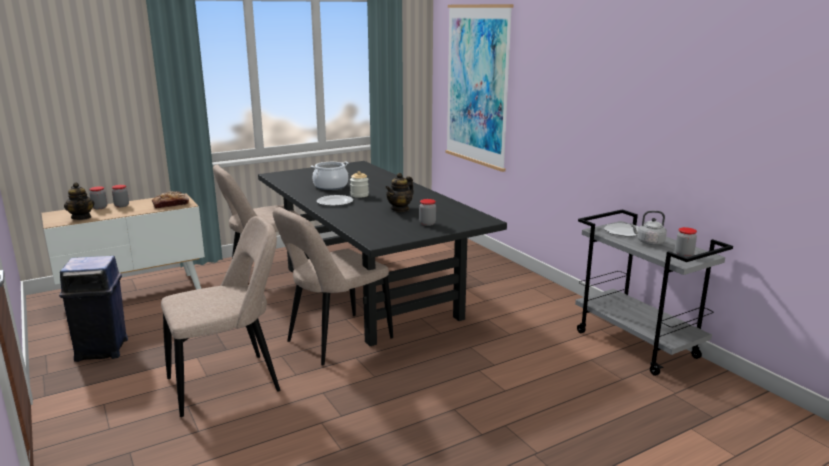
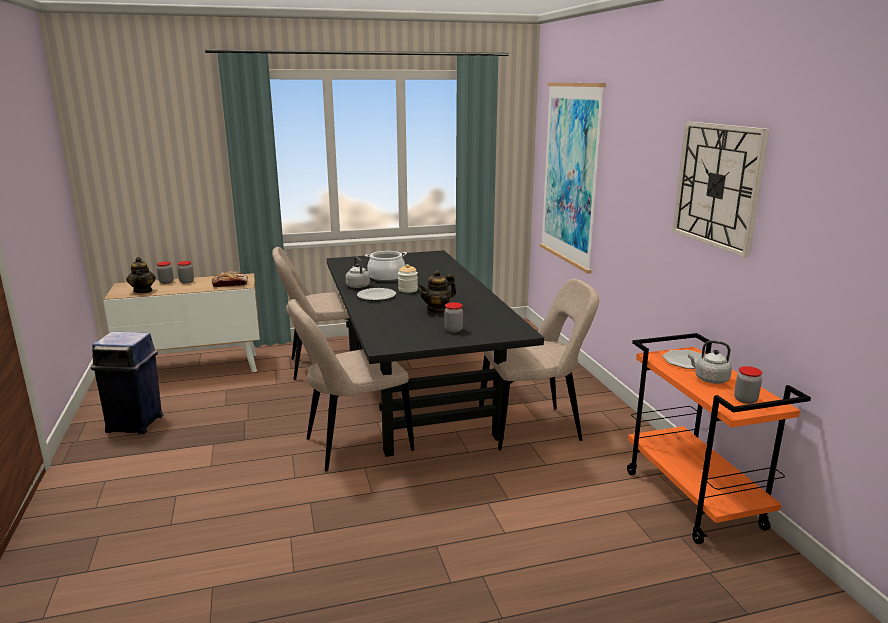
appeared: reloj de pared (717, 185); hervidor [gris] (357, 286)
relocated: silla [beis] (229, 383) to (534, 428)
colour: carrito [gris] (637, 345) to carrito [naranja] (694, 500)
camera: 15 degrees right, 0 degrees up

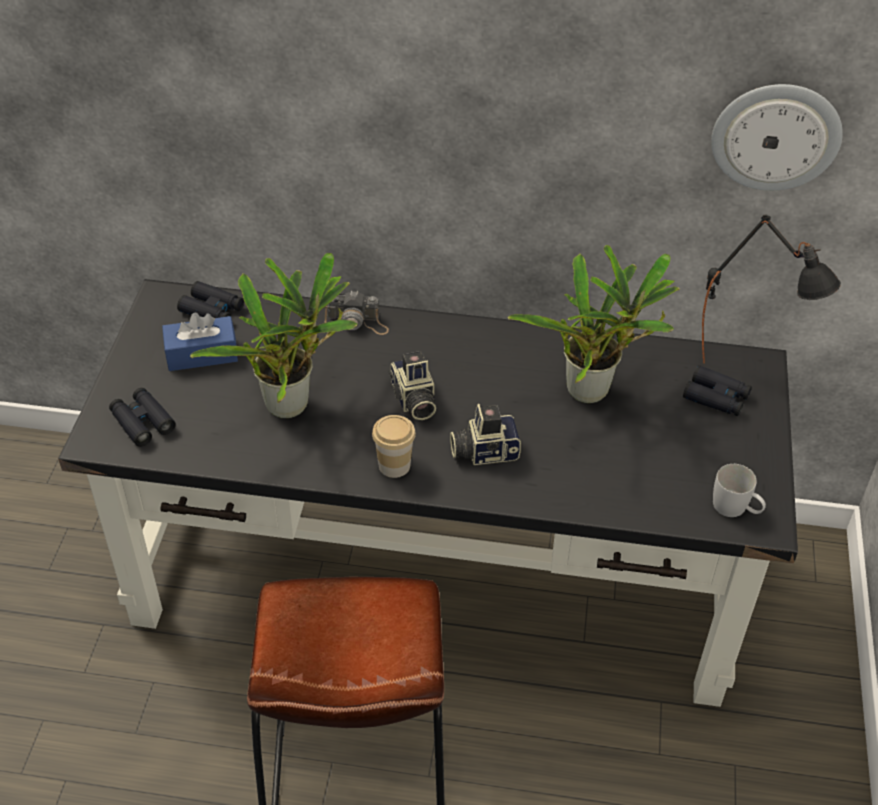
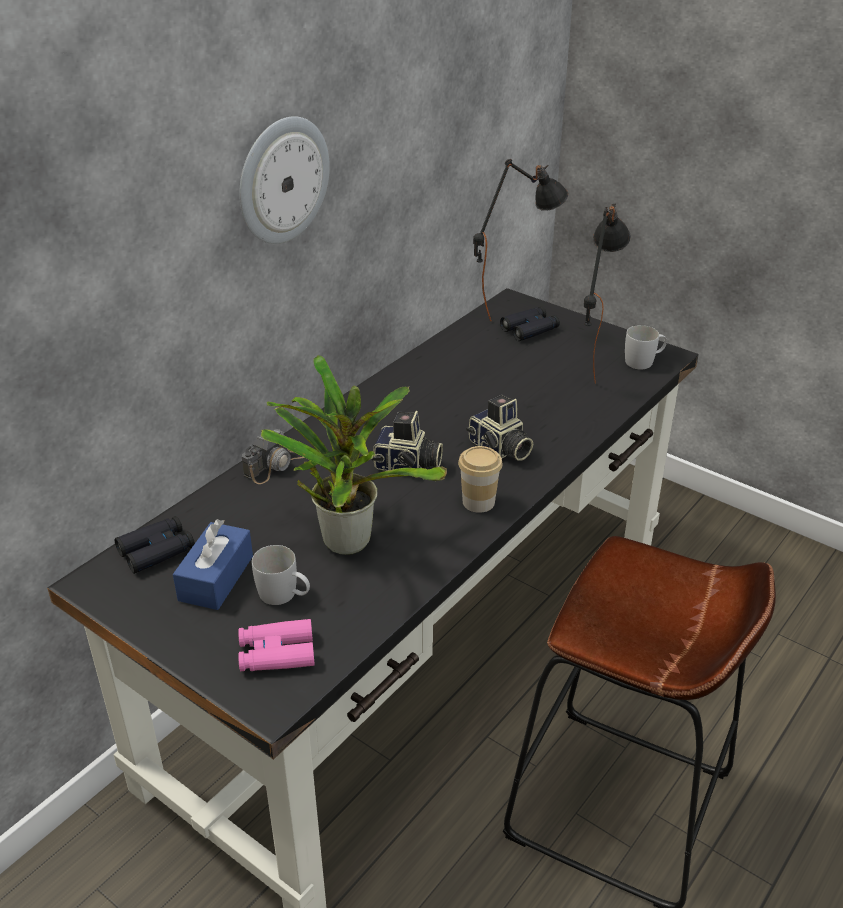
missing: planta en maceta (593, 390)
appeared: lámpara de mesa [negro] (590, 362); taza grande [blanco] (284, 595)
relocated: reloj de pared (775, 136) to (282, 180)
colour: prismáticos [negro] (142, 422) to prismáticos [rosa] (276, 653)
spun: cámara (484, 450) = (499, 449) 60 degrees counterclockwise
camera: 60 degrees left, 10 degrees down

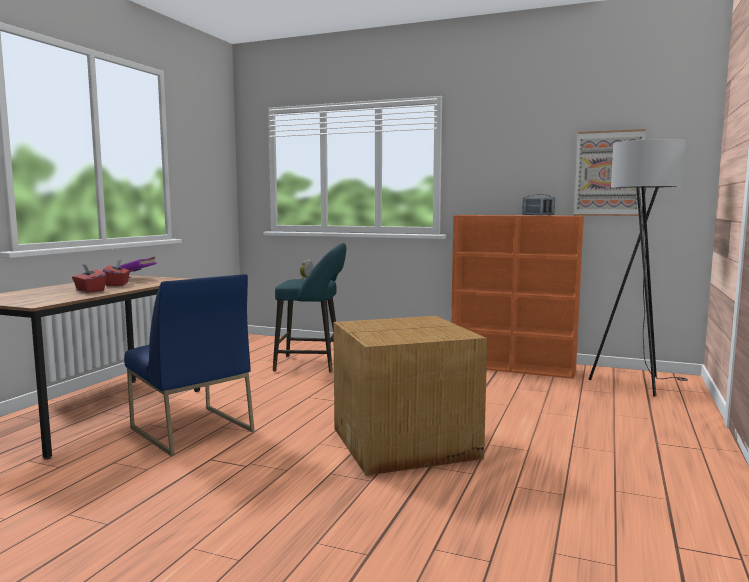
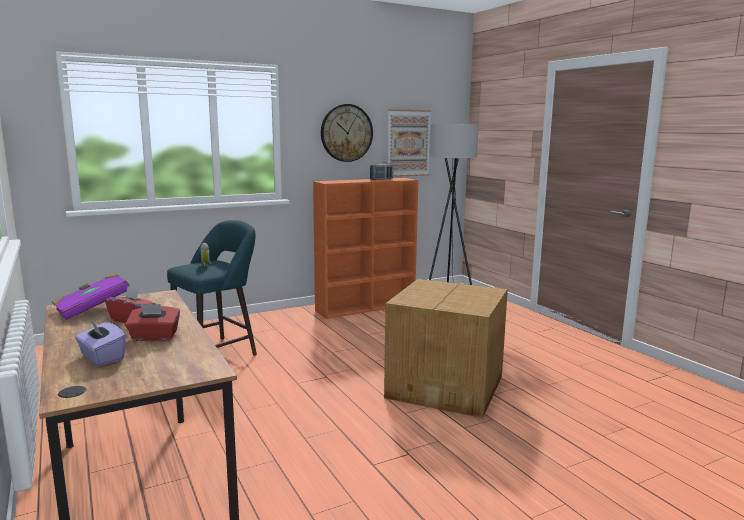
missing: silla [azul] (190, 429)
appeared: reloj de pared (346, 133); caja de pañuelos [morado] (101, 358)
camera: 50 degrees left, 5 degrees up

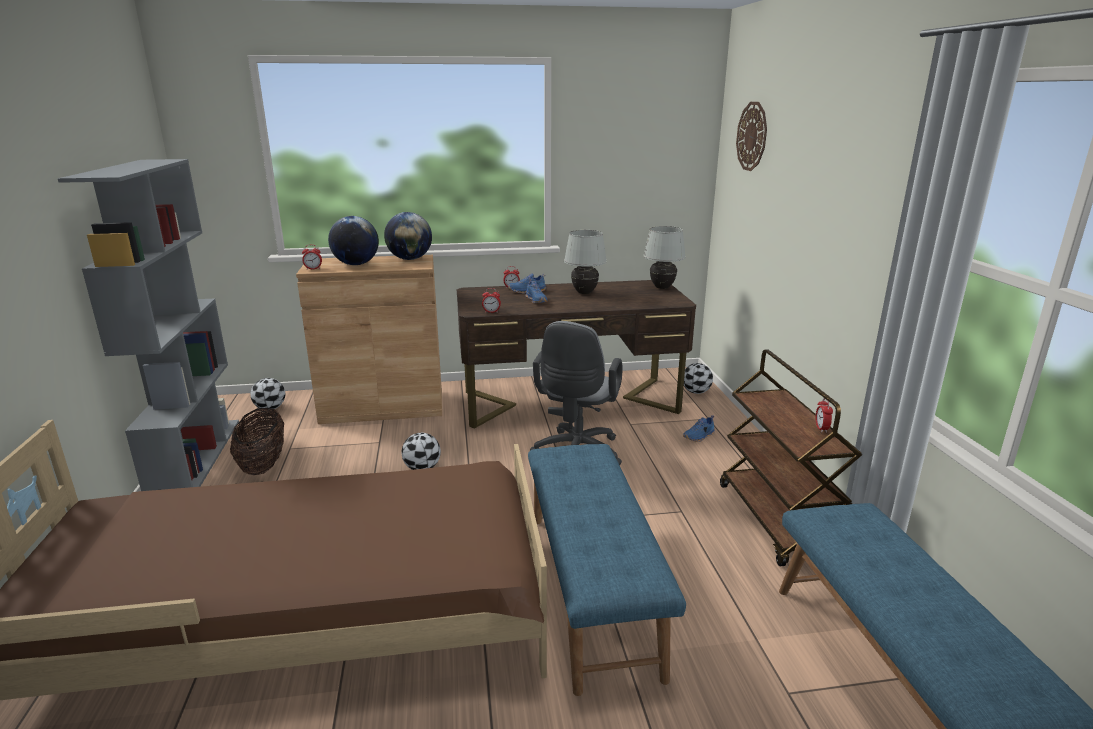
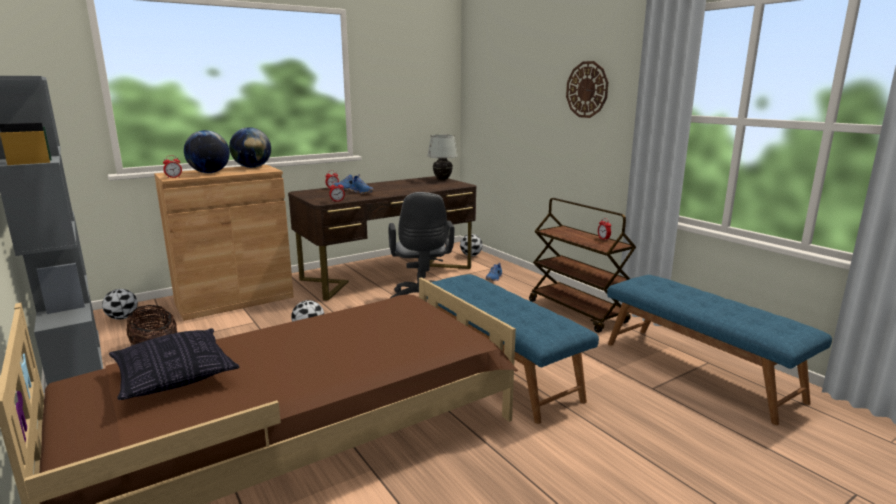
missing: lámpara de mesa [blanco] (584, 293)
appeared: cojín (175, 377)
relocated: reloj de pared (752, 136) to (587, 89)
camera: 25 degrees left, 5 degrees down

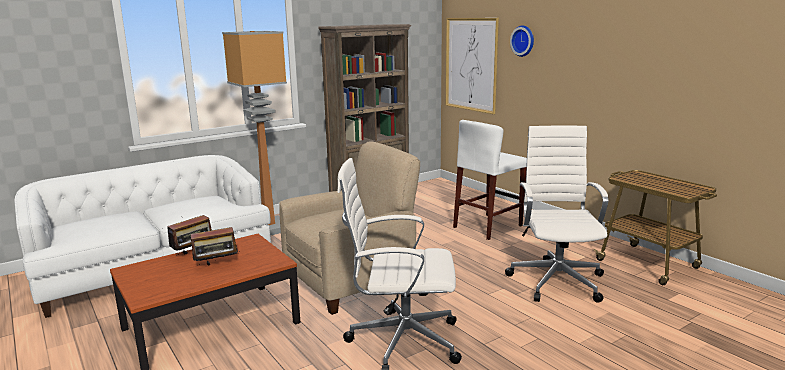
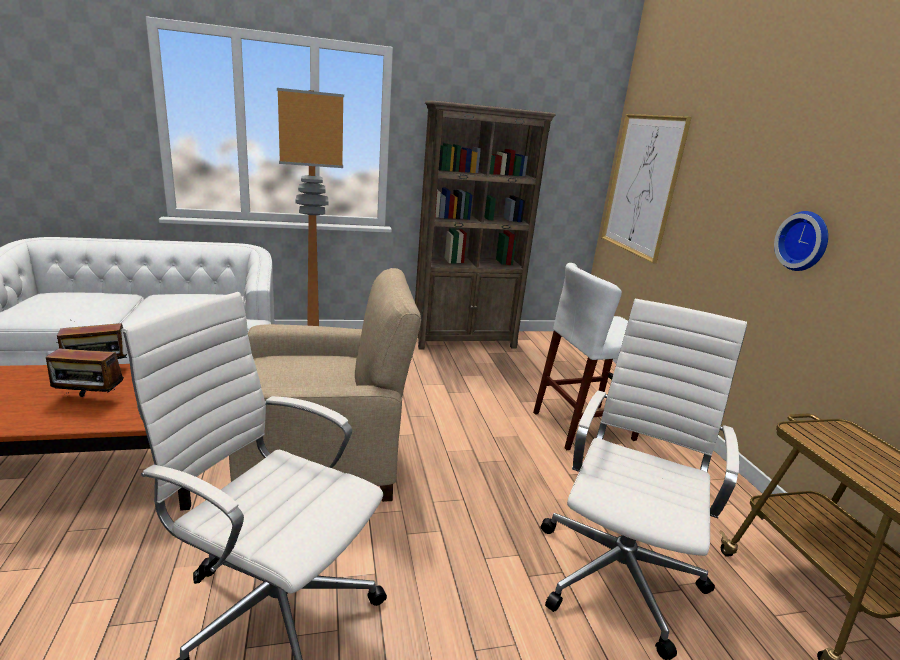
relocated: reloj de pared (523, 41) to (805, 241)
camera: 20 degrees right, 5 degrees up

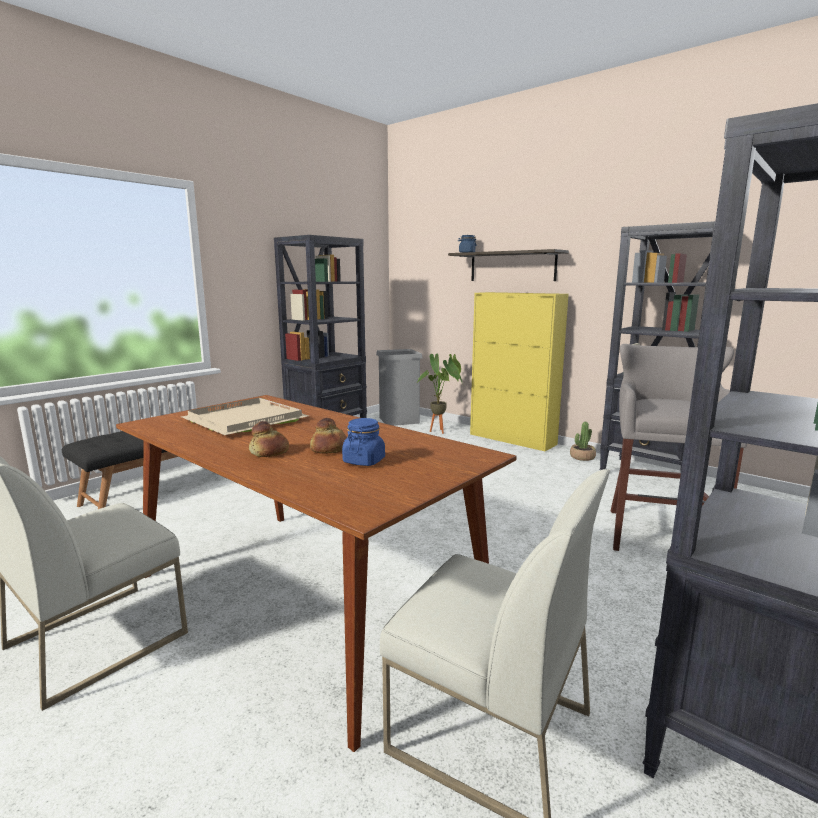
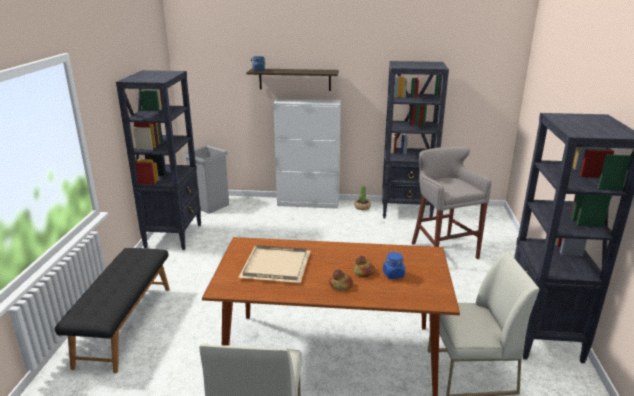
missing: planta en maceta (442, 432)
colour: armario [amarillo] (512, 439) to armario [blanco] (308, 203)
camera: 35 degrees left, 10 degrees up

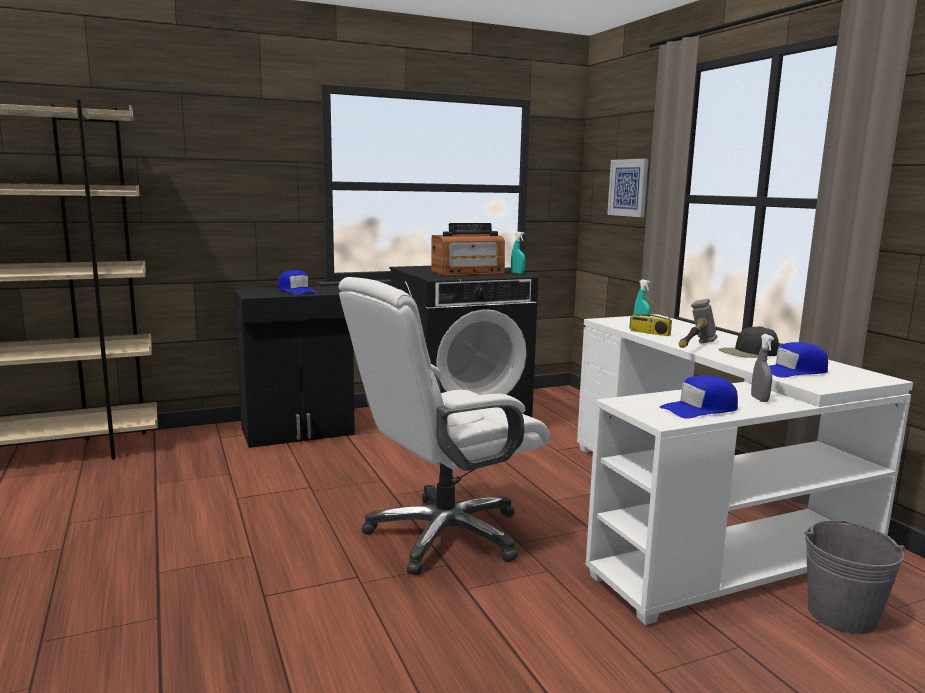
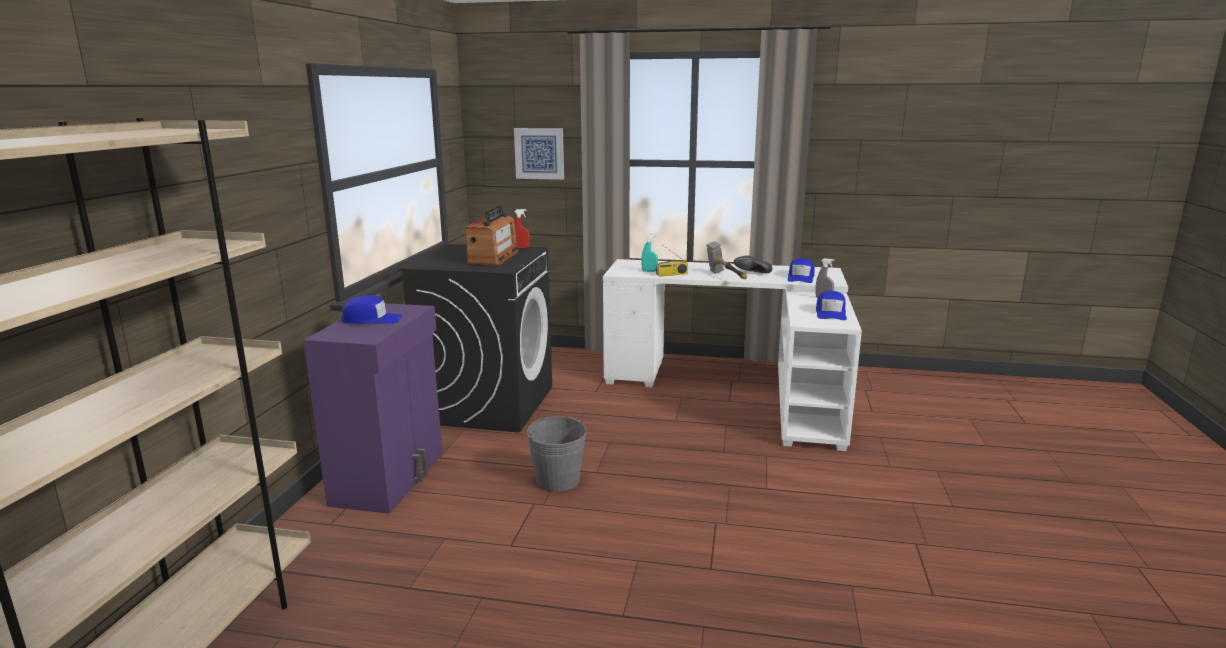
missing: silla de oficina [blanco] (444, 535)
relocated: cubo [gris] (842, 615) to (558, 480)
exchanged: gorra [negro] (748, 353) to zapato [negro] (751, 272)
colour: pulverizador [turquesa] (517, 273) to pulverizador [rojo] (521, 248); armario [negro] (299, 432) to armario [morado] (391, 478)
camera: 55 degrees left, 5 degrees up

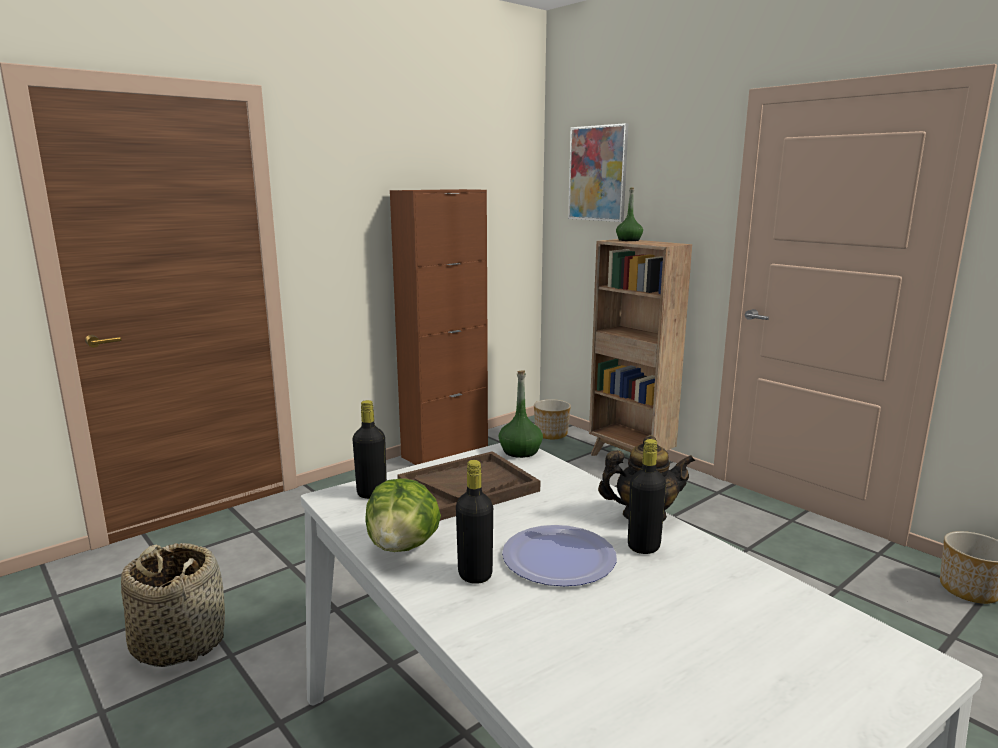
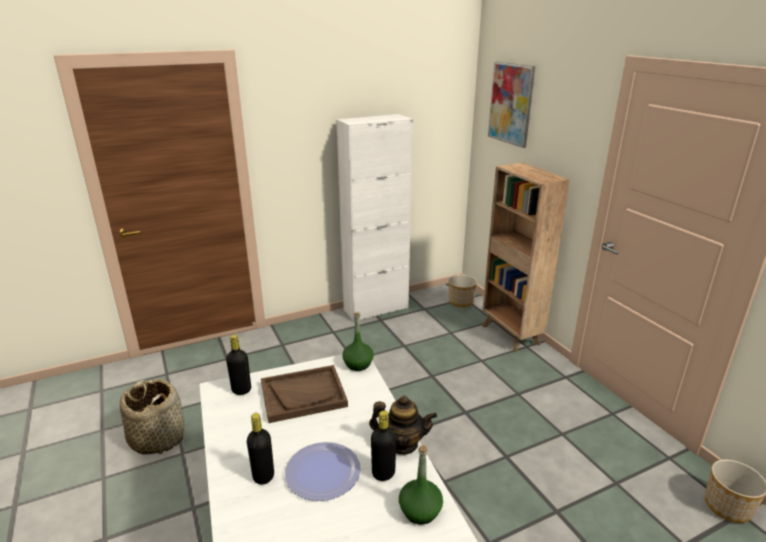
missing: lechuga (403, 546)
relocated: botella [verde] (629, 240) to (420, 511)
colour: armario [marrón] (445, 452) to armario [blanco] (376, 308)
camera: 15 degrees right, 10 degrees up

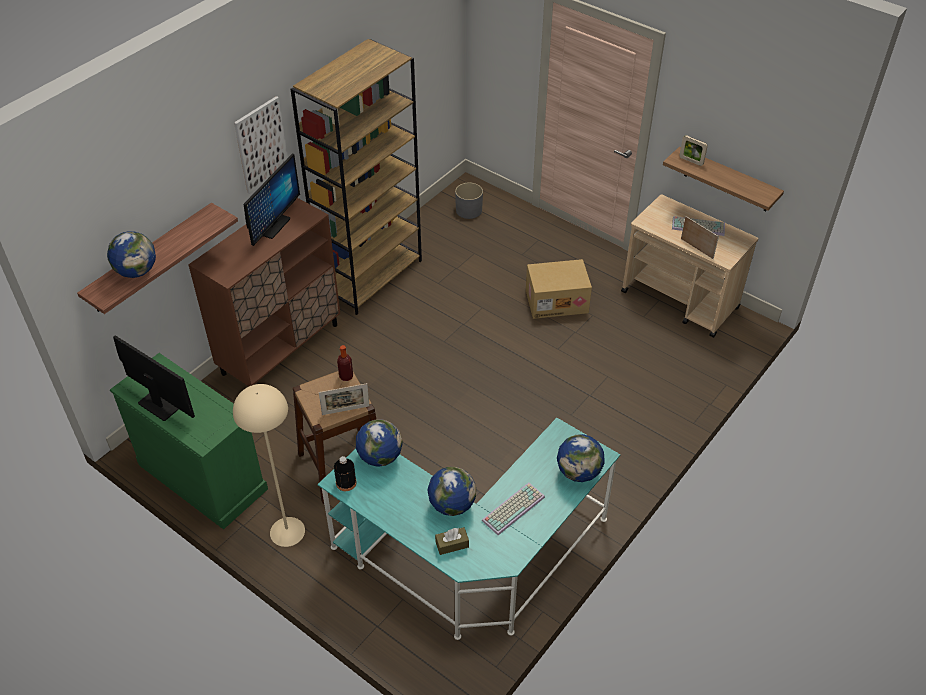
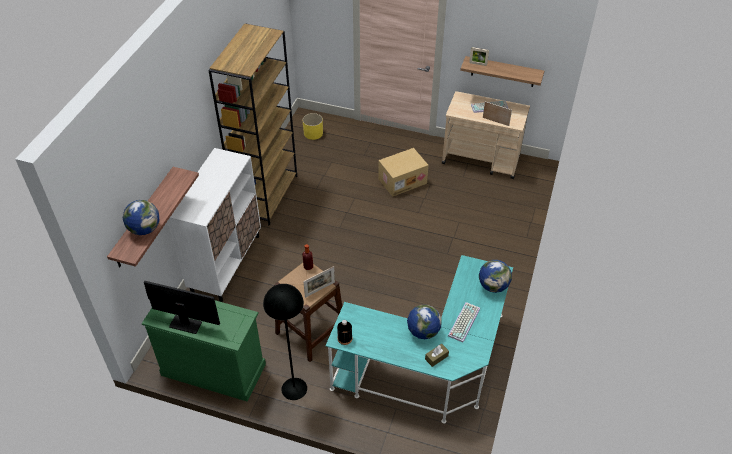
missing: cuadro (261, 145); monitor (273, 226); globo terráqueo (380, 457)
colour: maceta [gris] (469, 210) to maceta [amarillo] (313, 133); armario [marrón] (281, 348) to armario [blanco] (226, 263); lámpara de pie [beis] (287, 531) to lámpara de pie [negro] (294, 388)
camera: 20 degrees left, 0 degrees up

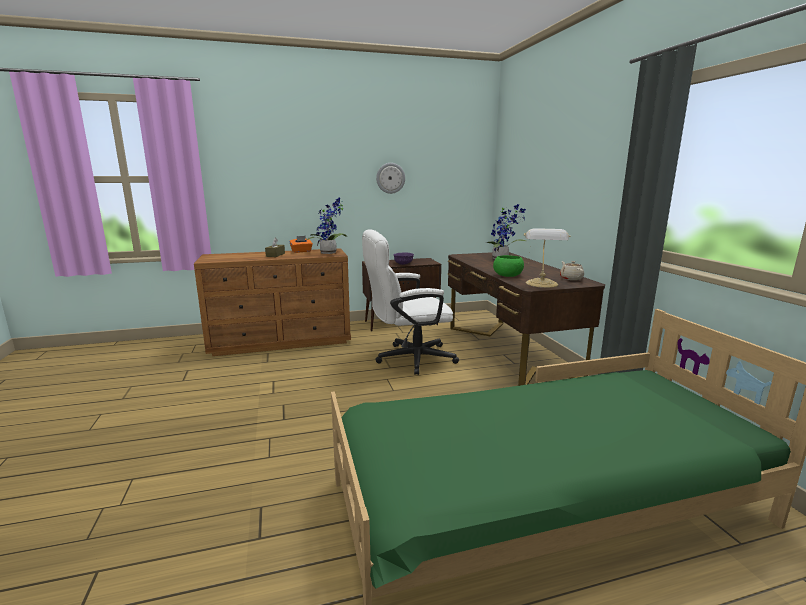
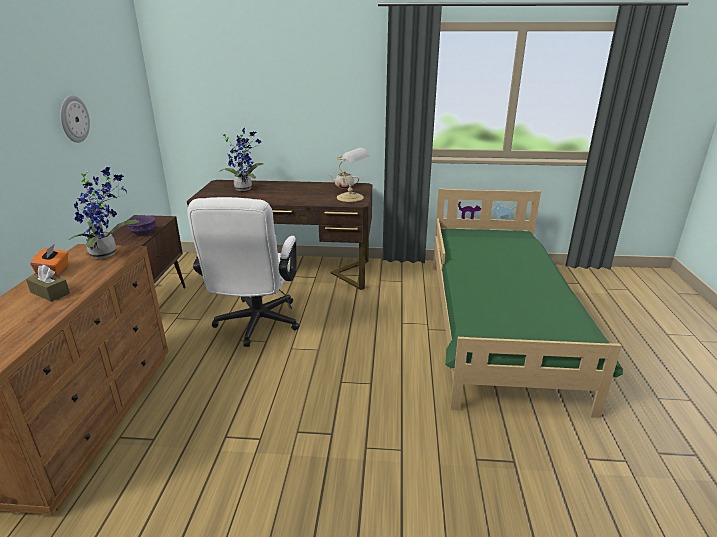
missing: cuenco [verde] (508, 275)
camera: 70 degrees left, 10 degrees up

